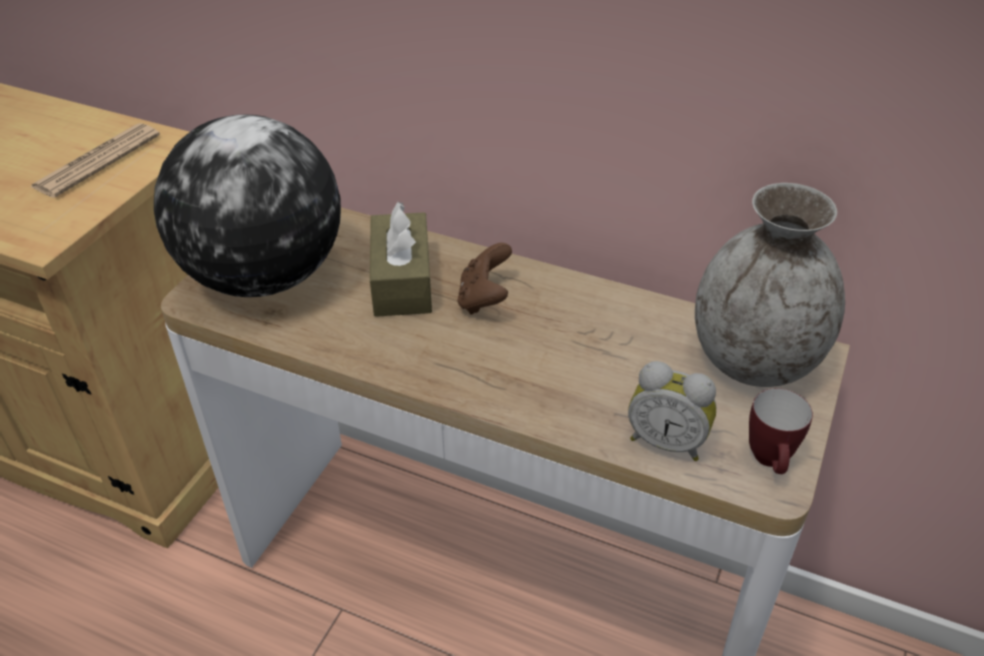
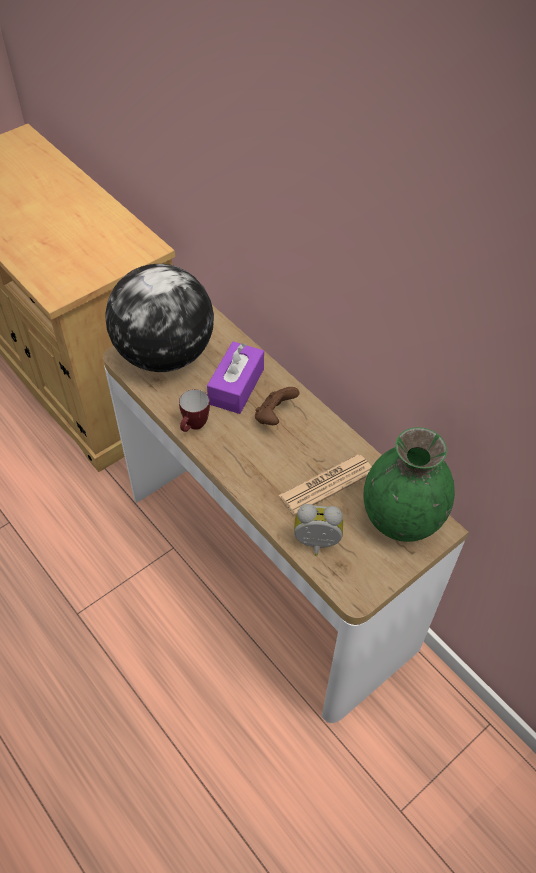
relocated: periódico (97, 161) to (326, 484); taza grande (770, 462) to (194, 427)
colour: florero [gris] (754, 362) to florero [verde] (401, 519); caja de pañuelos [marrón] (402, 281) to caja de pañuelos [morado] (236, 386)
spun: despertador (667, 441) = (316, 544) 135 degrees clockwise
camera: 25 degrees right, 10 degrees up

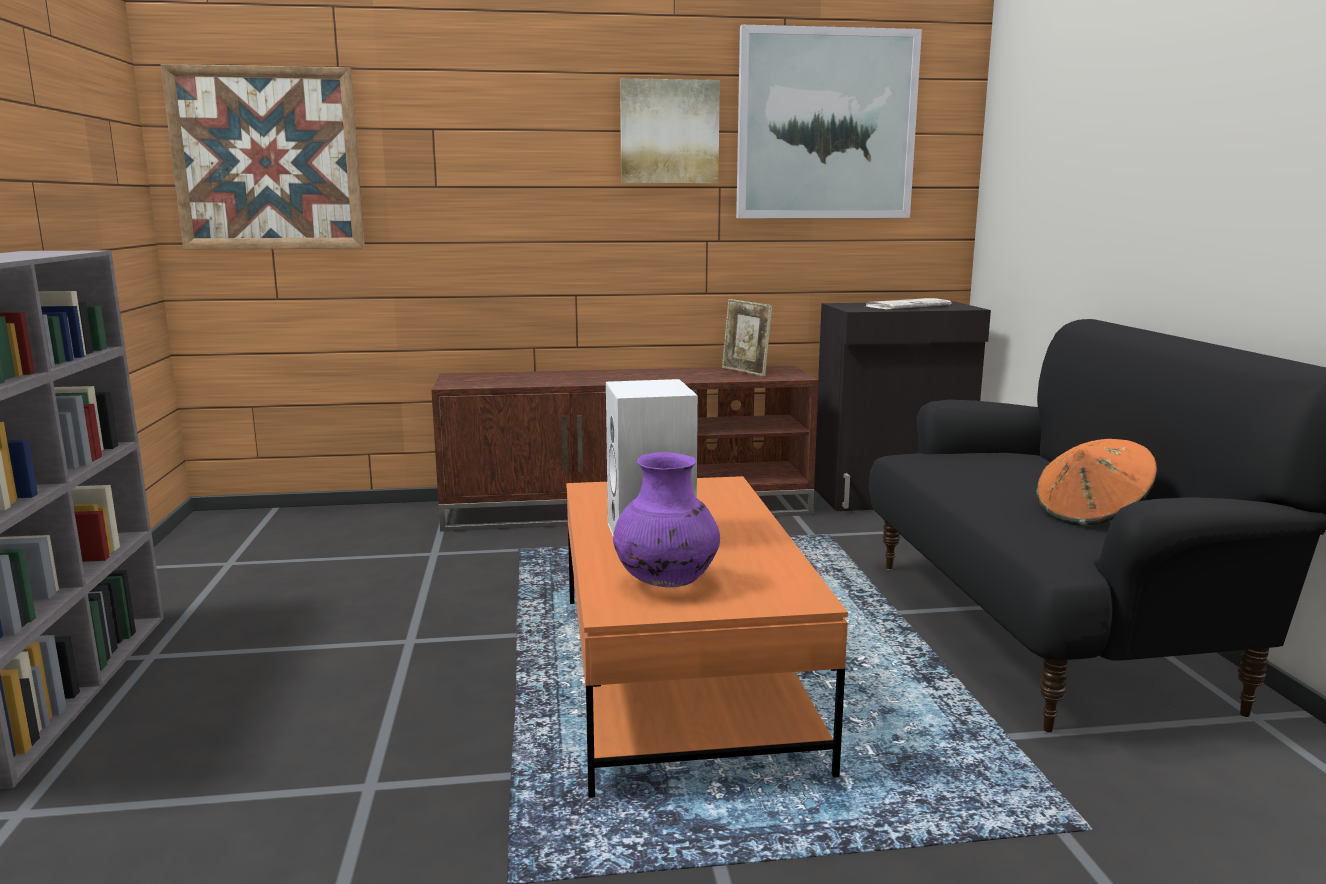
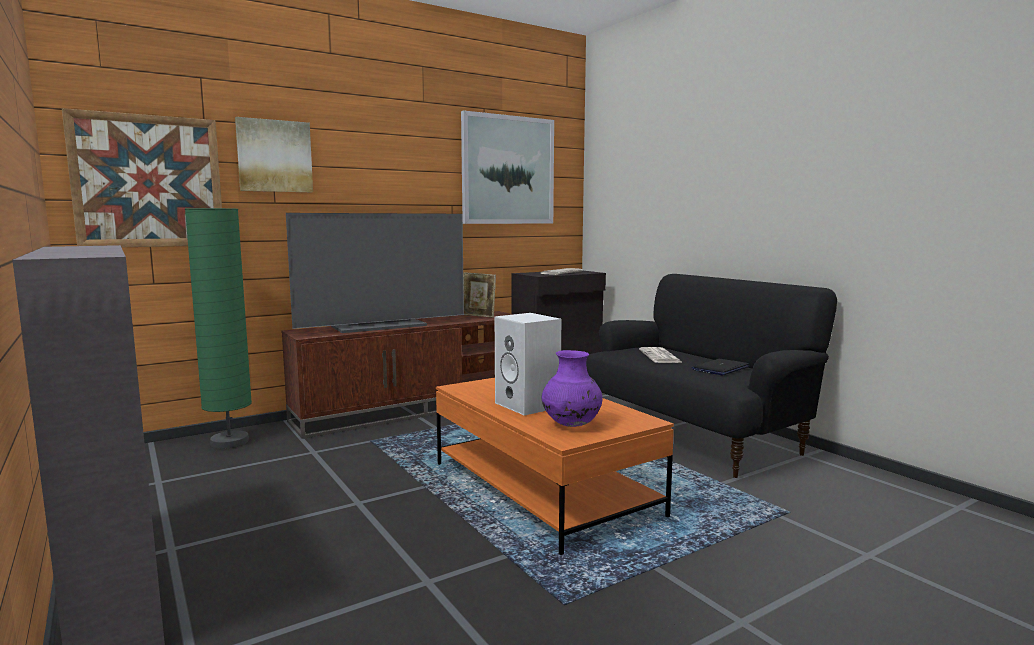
appeared: lámpara de pie [verde] (230, 442); televisor (380, 326); periódico (660, 356)
relocated: cuadro (669, 132) to (274, 156)
exchanged: sombrero [naranja] (1091, 515) to portátil (720, 368)
camera: 25 degrees left, 5 degrees down

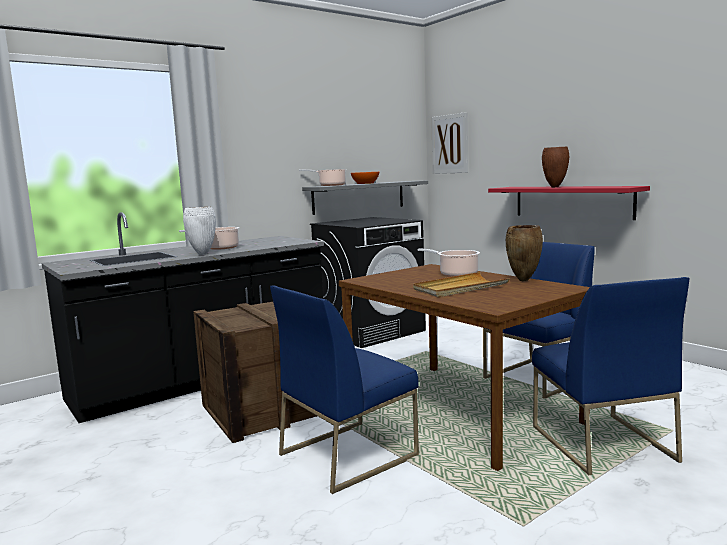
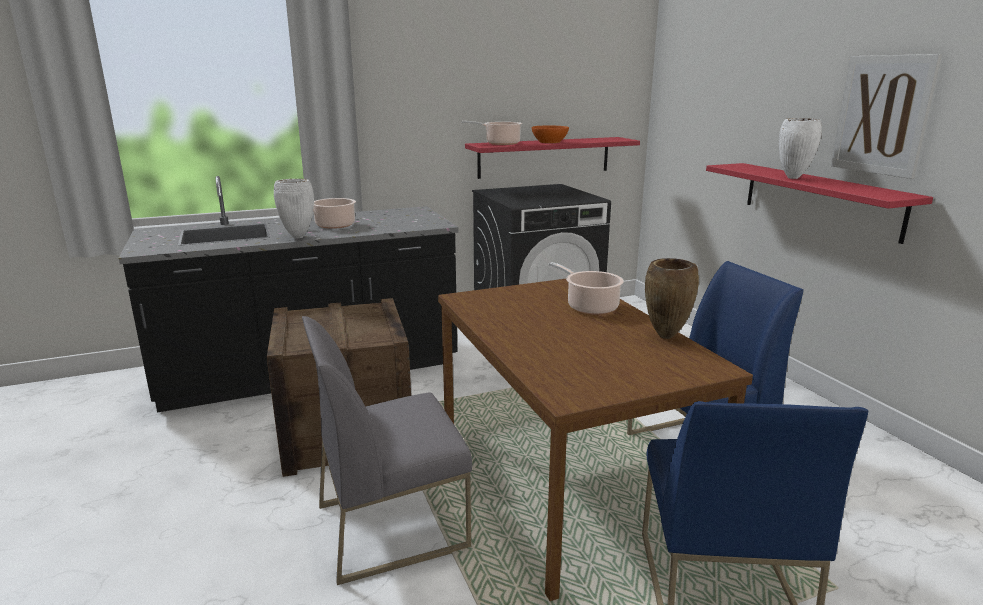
missing: bandeja [beis] (460, 288)
relocated: cuadro (450, 144) to (882, 115)
colour: florero [marrón] (554, 187) to florero [blanco] (792, 178); estante [gris] (359, 197) to estante [rojo] (544, 157); silla [azul] (348, 454) to silla [gris] (392, 525)
camera: 15 degrees right, 10 degrees up

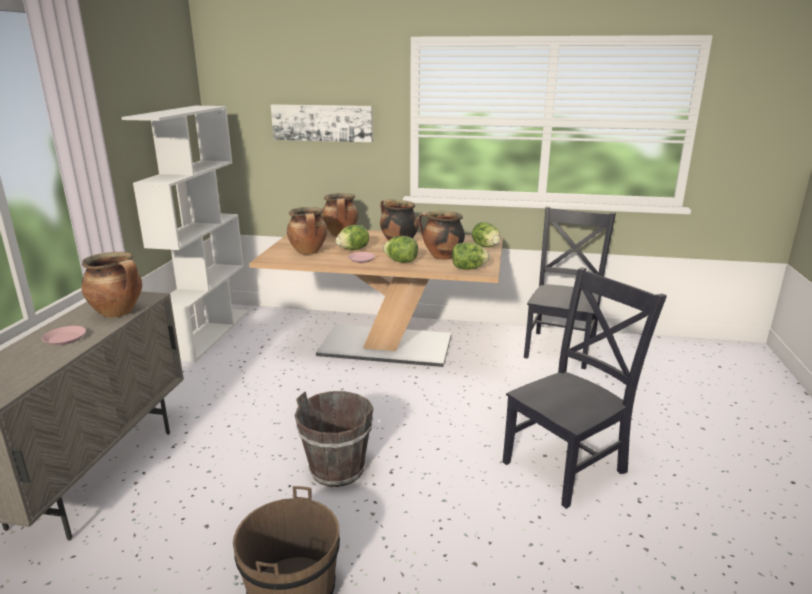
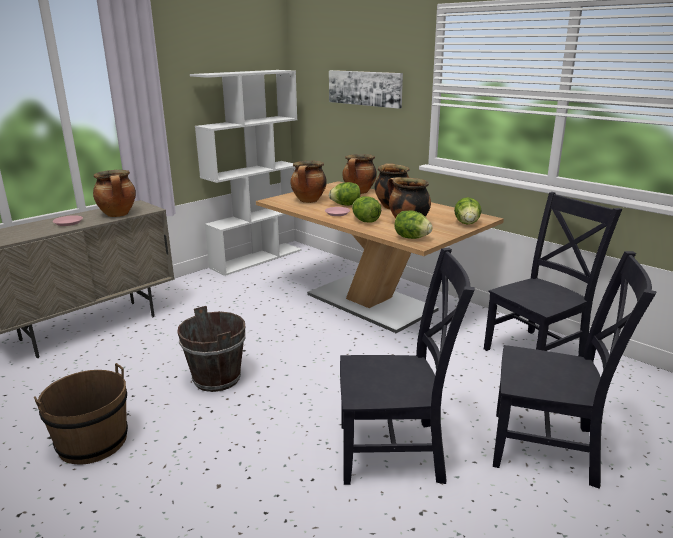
appeared: silla [negro] (549, 449)
camera: 35 degrees right, 0 degrees up

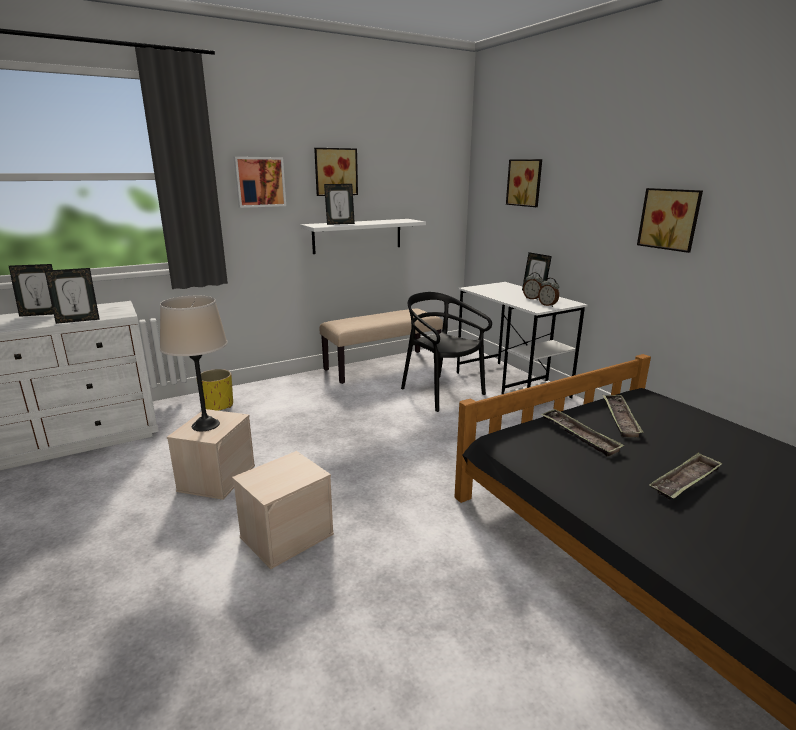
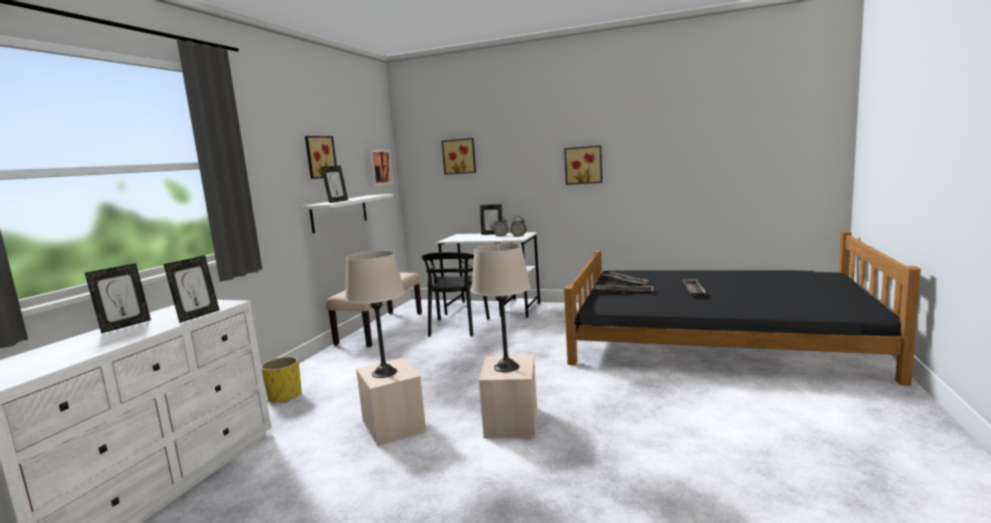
appeared: lámpara de mesa [beis] (506, 367)
relocated: cuadro (259, 182) to (378, 167)
spun: silla [negro] (441, 393) = (457, 327) 90 degrees counterclockwise
camera: 40 degrees left, 10 degrees down

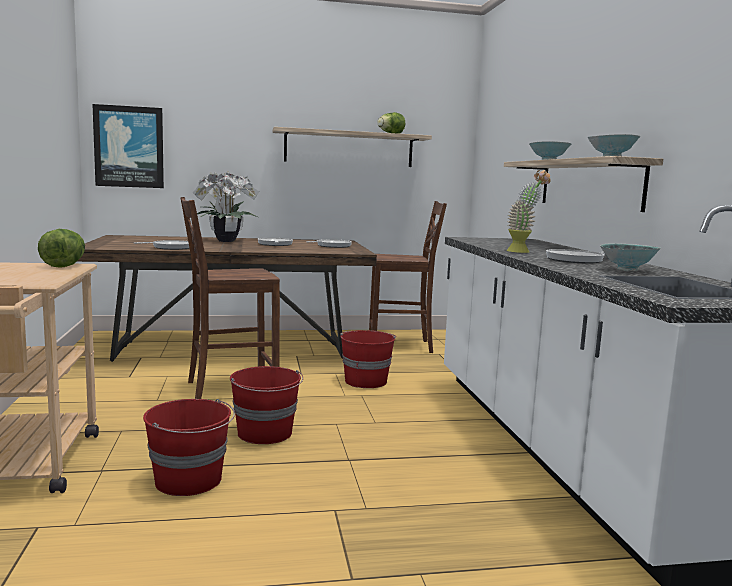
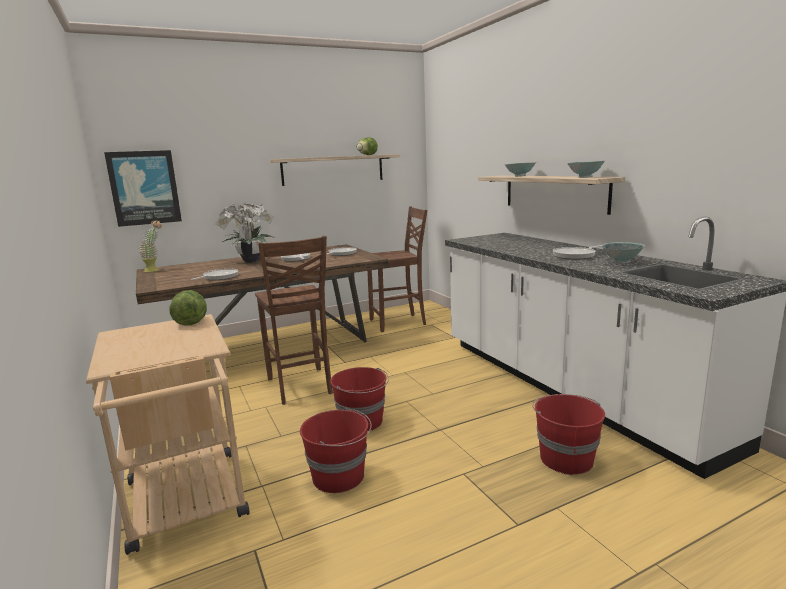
relocated: planta en maceta (523, 251) to (155, 270); cubo [rojo] (365, 381) to (565, 458)
spun: silla [marrón] (229, 388) = (300, 387) 75 degrees counterclockwise
camera: 15 degrees left, 5 degrees up

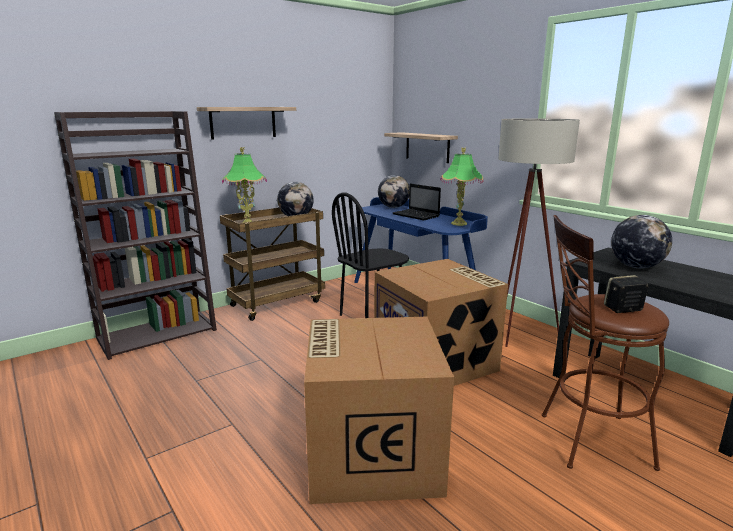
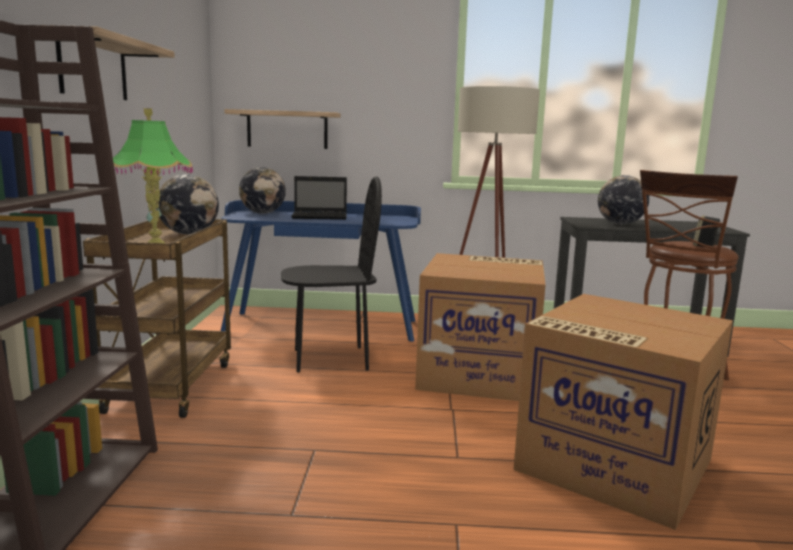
missing: lámpara de mesa (459, 223)
spun: silla [negro] (372, 317) = (330, 359) 105 degrees counterclockwise
camera: 50 degrees left, 5 degrees down

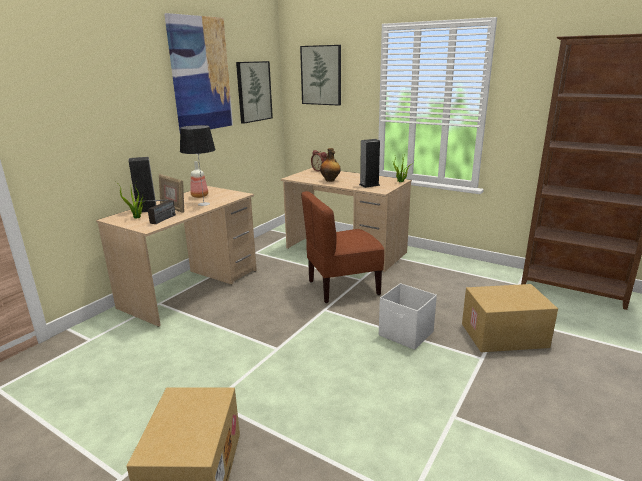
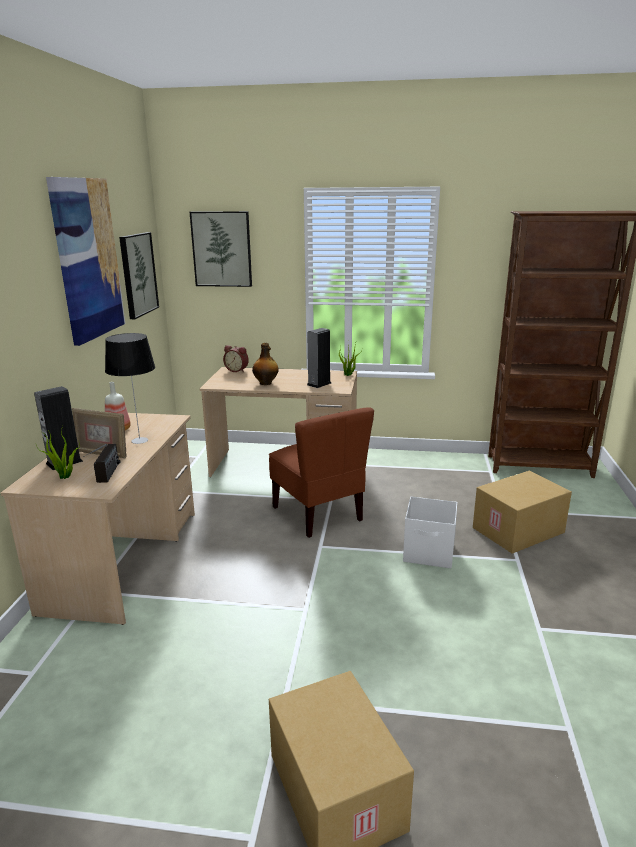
spun: silla [marrón] (342, 287) = (318, 514) 75 degrees counterclockwise
camera: 25 degrees left, 0 degrees up

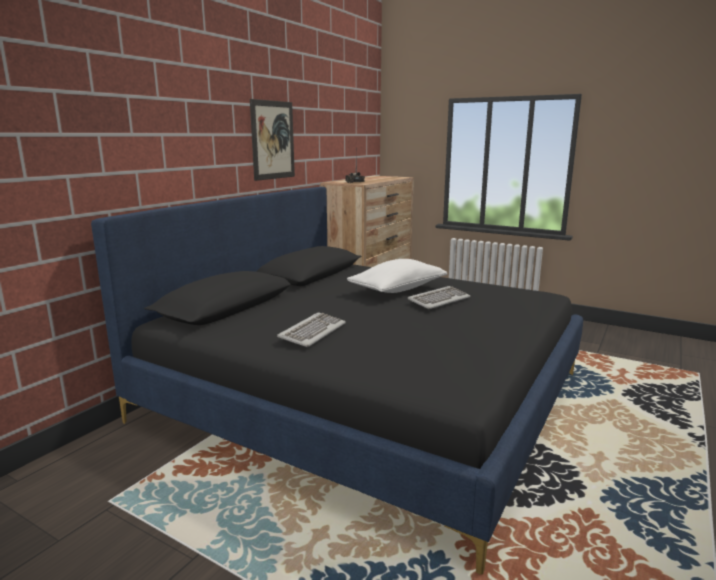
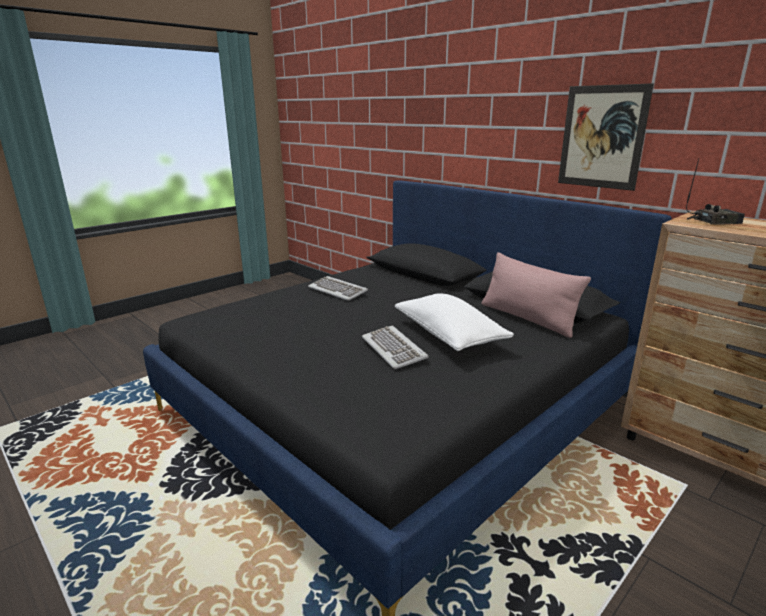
appeared: cojín [rosa] (527, 318)
camera: 105 degrees right, 5 degrees up

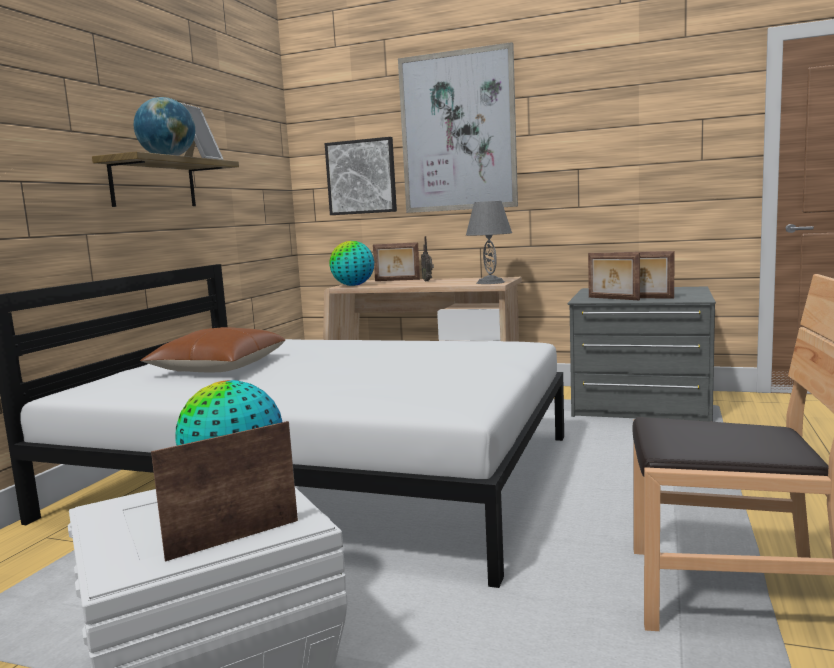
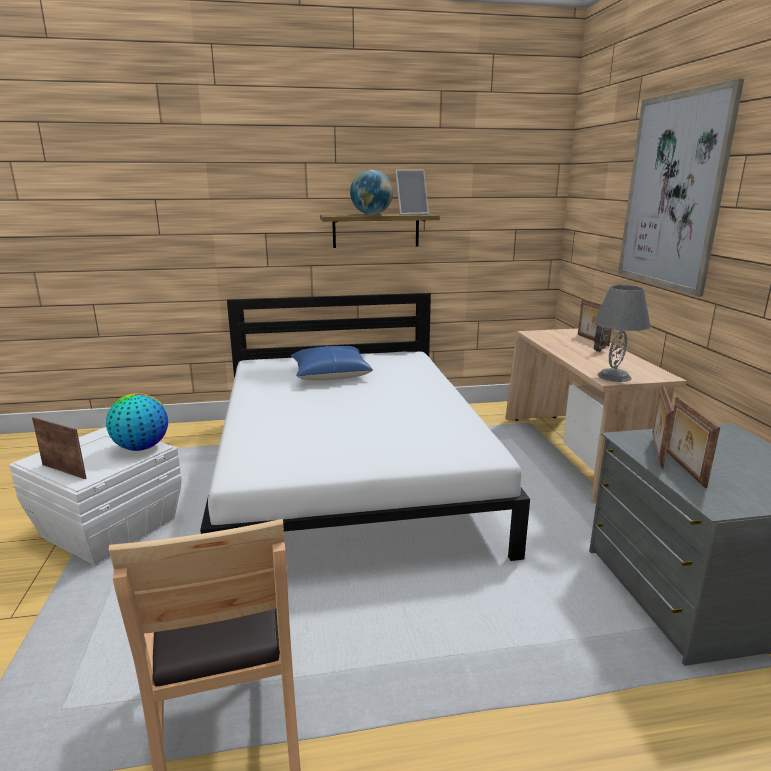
missing: cuadro (361, 177); globo terráqueo (353, 285)
colour: cojín [marrón] (218, 367) to cojín [azul] (330, 374)
camera: 60 degrees right, 10 degrees up

